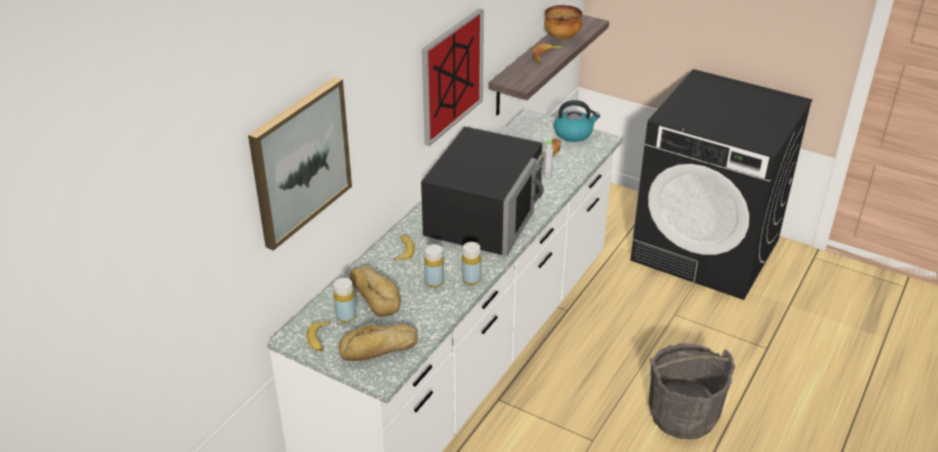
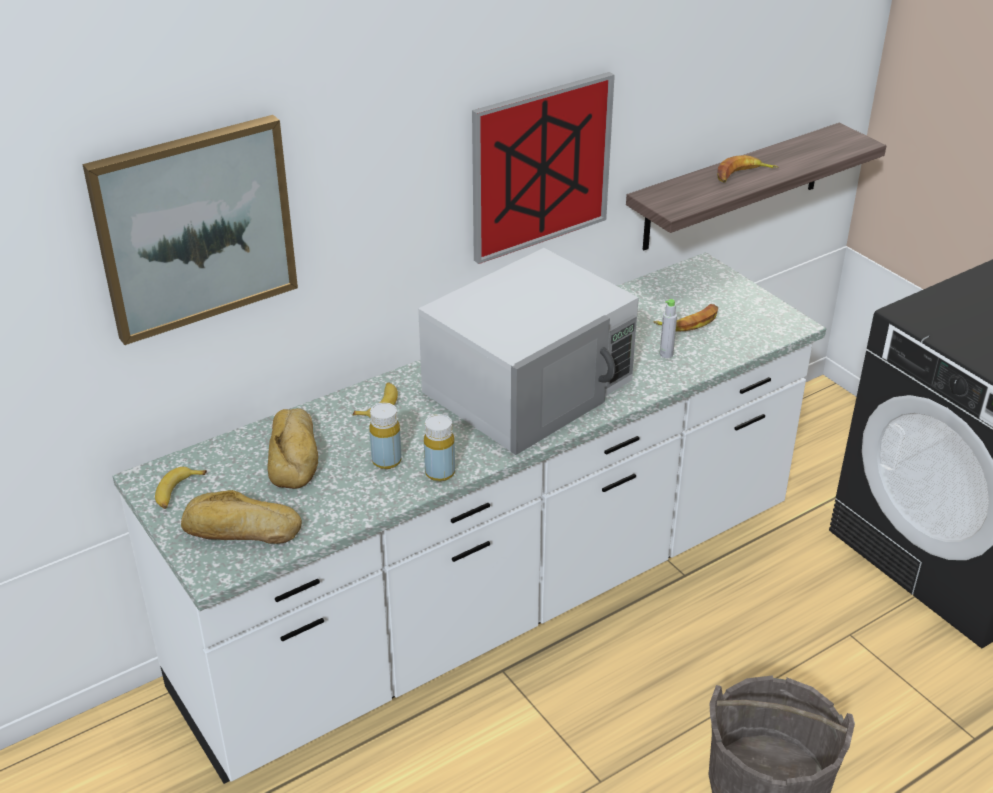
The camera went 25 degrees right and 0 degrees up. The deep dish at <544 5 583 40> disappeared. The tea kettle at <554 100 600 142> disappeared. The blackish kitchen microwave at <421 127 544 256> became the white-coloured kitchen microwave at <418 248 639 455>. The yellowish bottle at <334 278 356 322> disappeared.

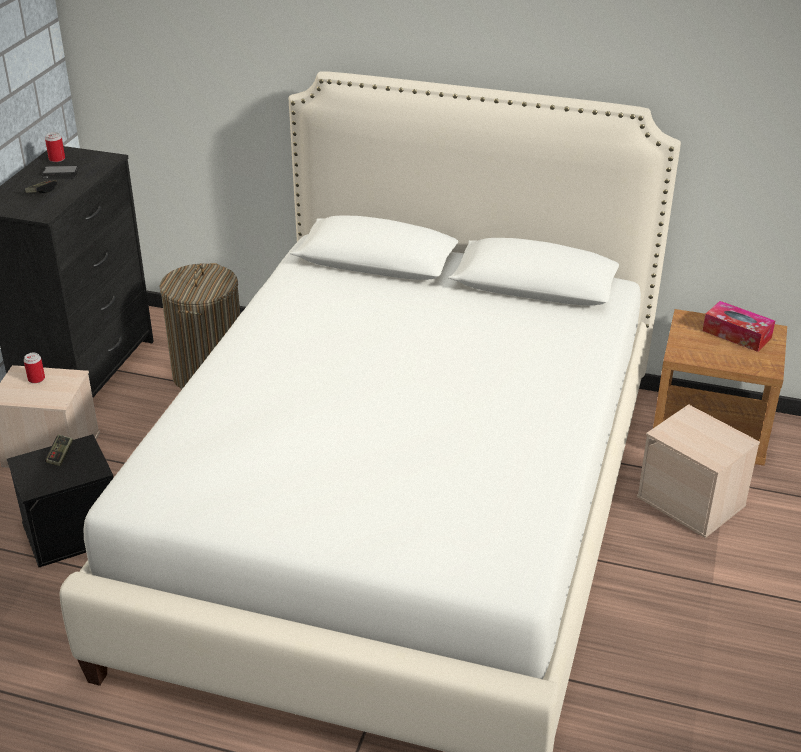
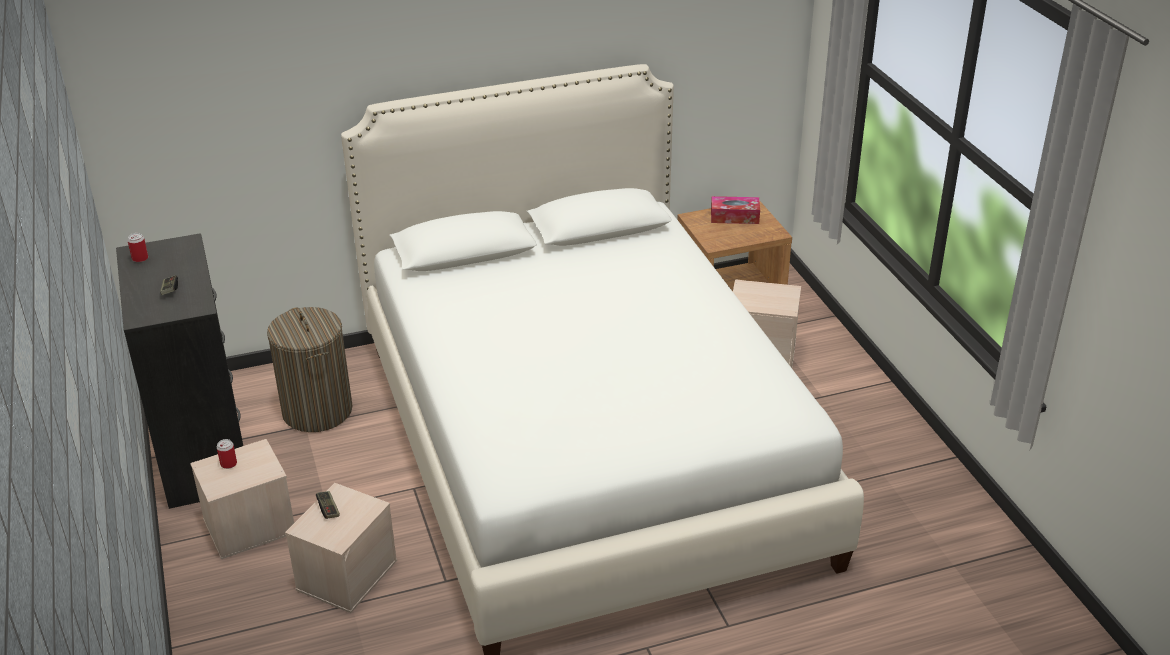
The camera went 35 degrees left and 0 degrees up. The telephone at <41 166 78 179> disappeared. The blackish storage bin at <7 434 113 567> became the beige storage bin at <285 483 397 613>.

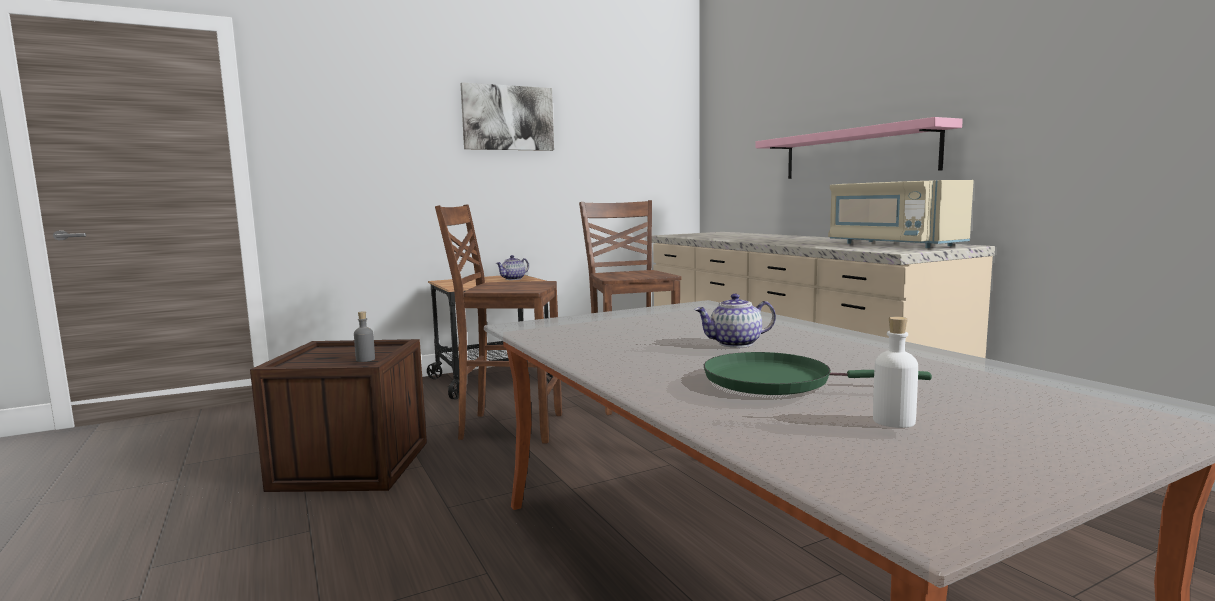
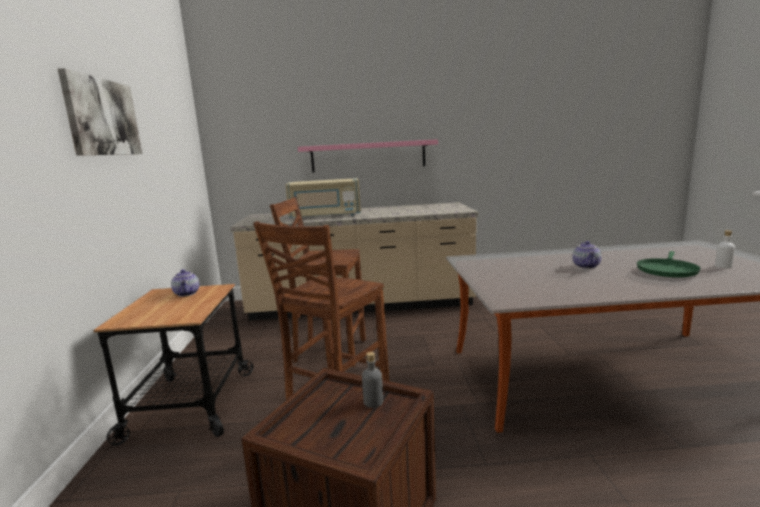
The camera went 65 degrees left and 5 degrees up. The beige kitchen microwave moved from <828 180 974 248> to <285 178 361 218>.

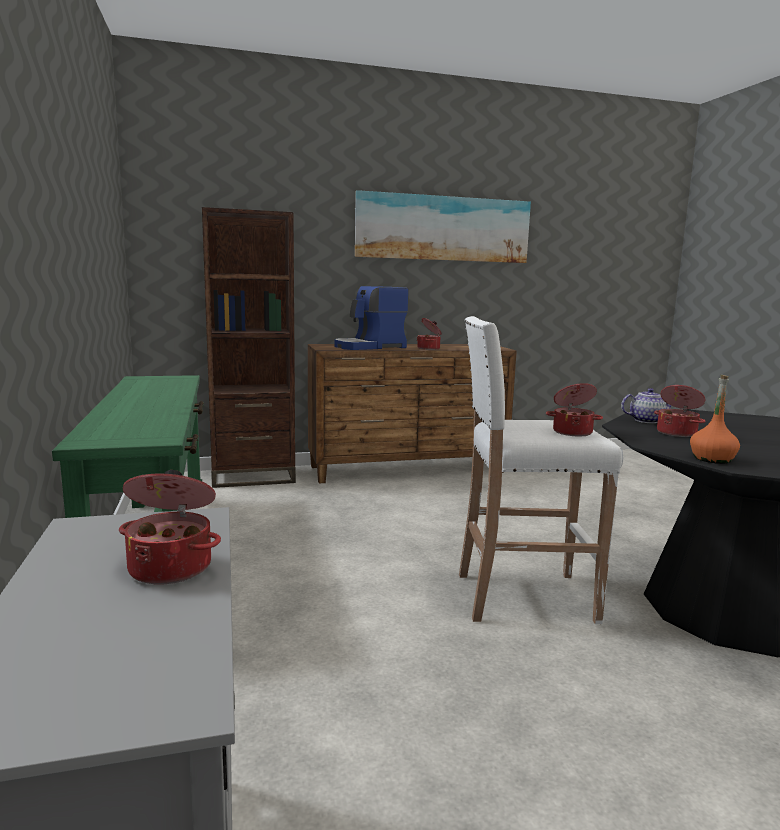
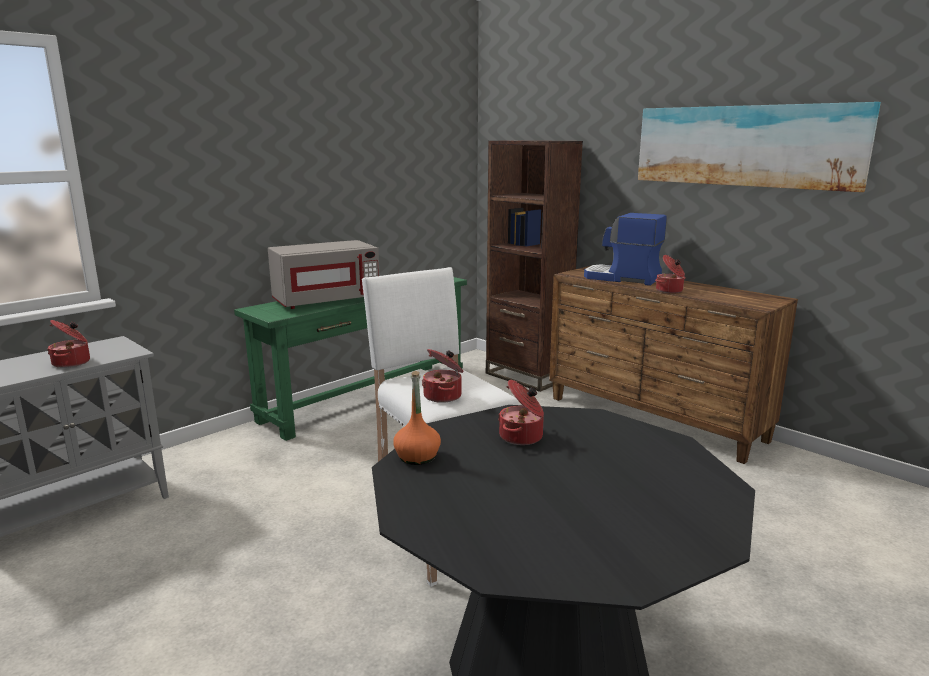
The camera went 60 degrees right and 5 degrees up. The teapot at <621 388 671 423> disappeared. The grey kitchen microwave at <268 240 379 309> appeared.

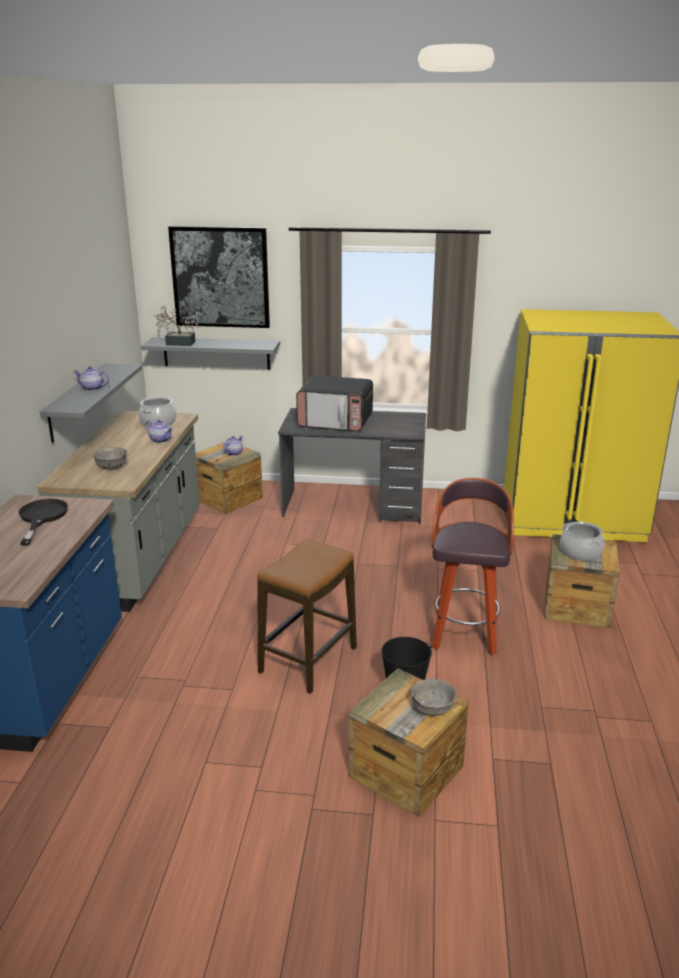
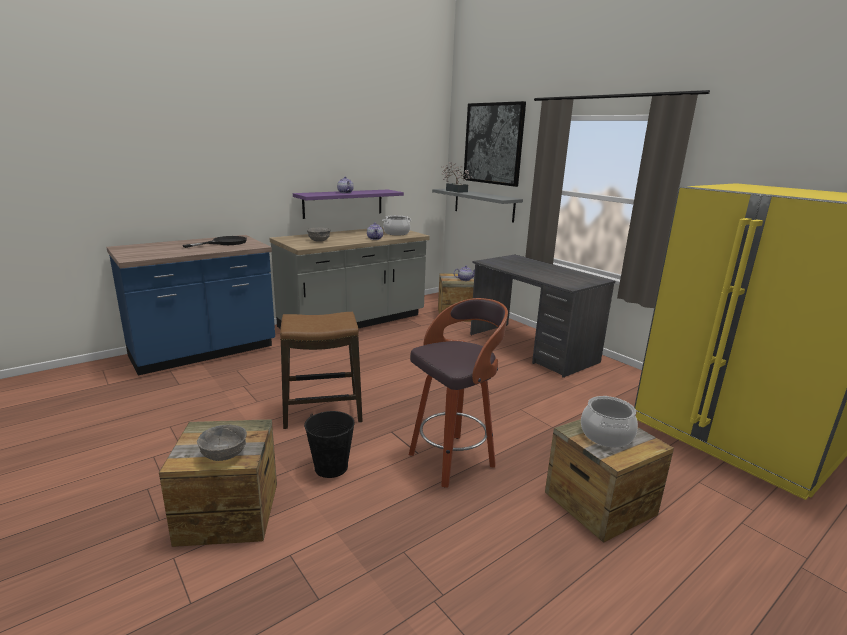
The camera went 45 degrees right and 5 degrees down. The grey shelf at <40 363 142 443> became the purple-coloured shelf at <293 190 404 219>. The kitchen microwave at <296 375 373 432> disappeared.

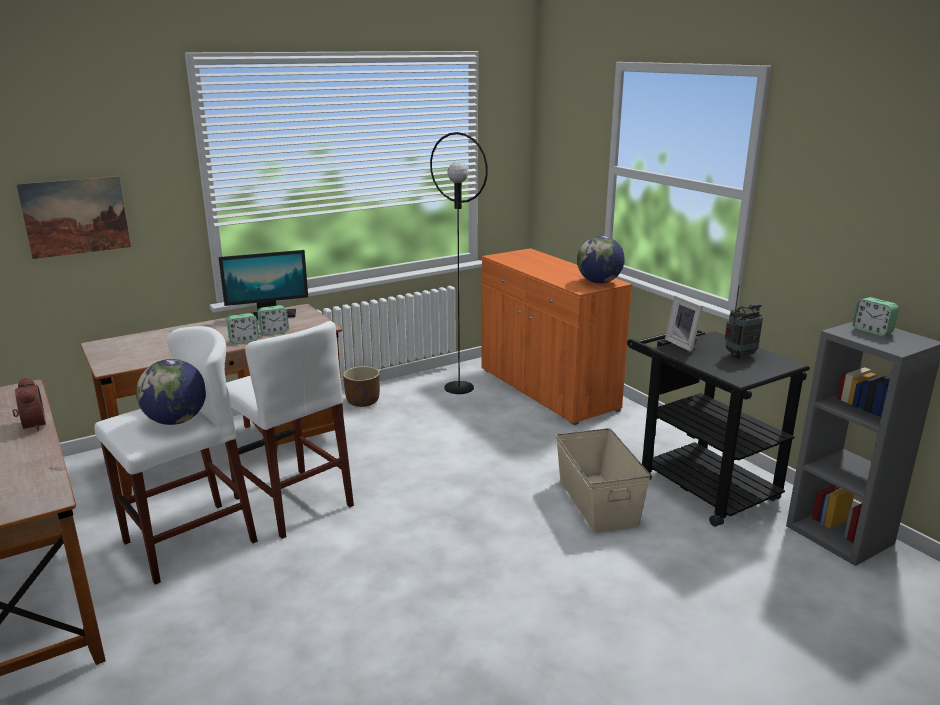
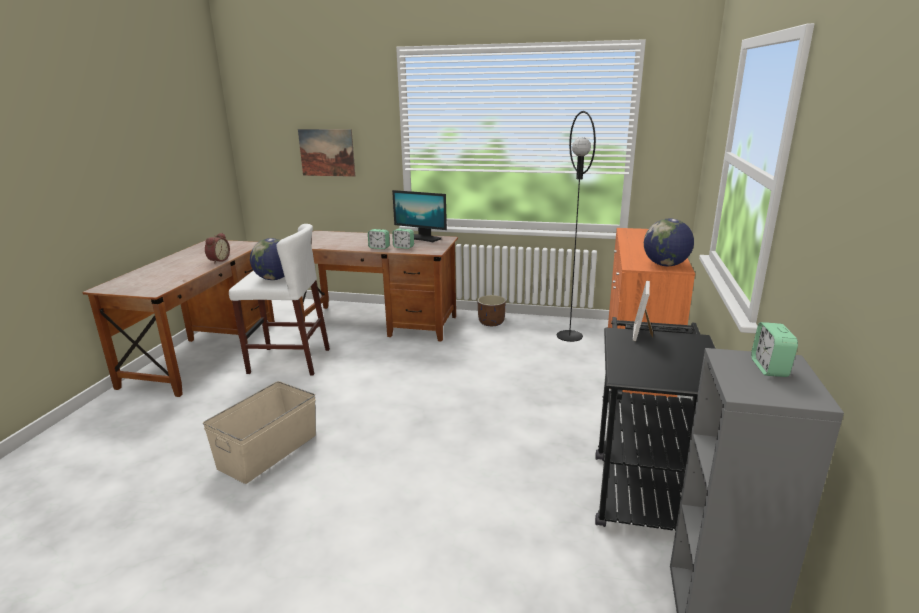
The camera went 45 degrees right and 0 degrees up. The radio at <725 285 763 359> disappeared. The white-coloured stool seat at <226 321 354 539> disappeared. The beige storage bin moved from <556 428 651 533> to <203 381 316 484>.

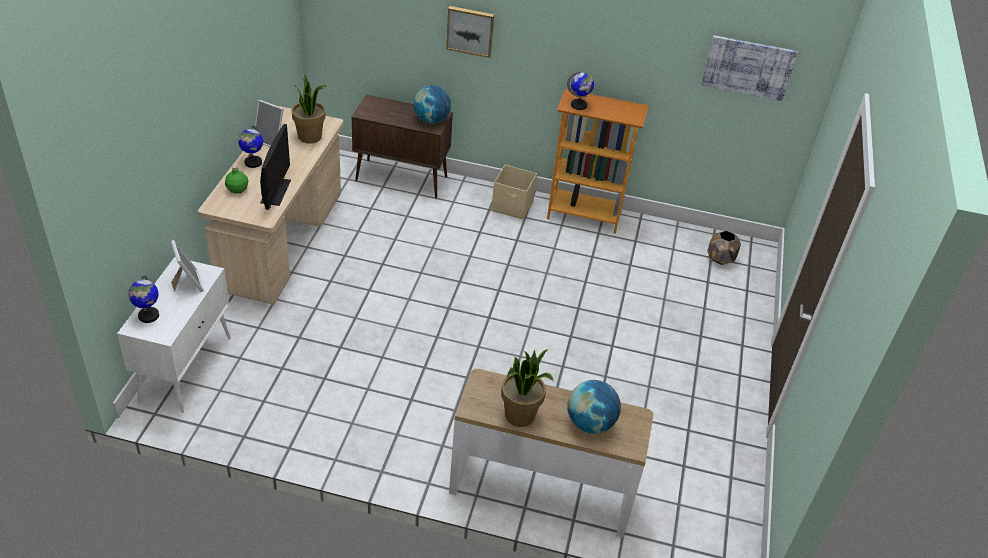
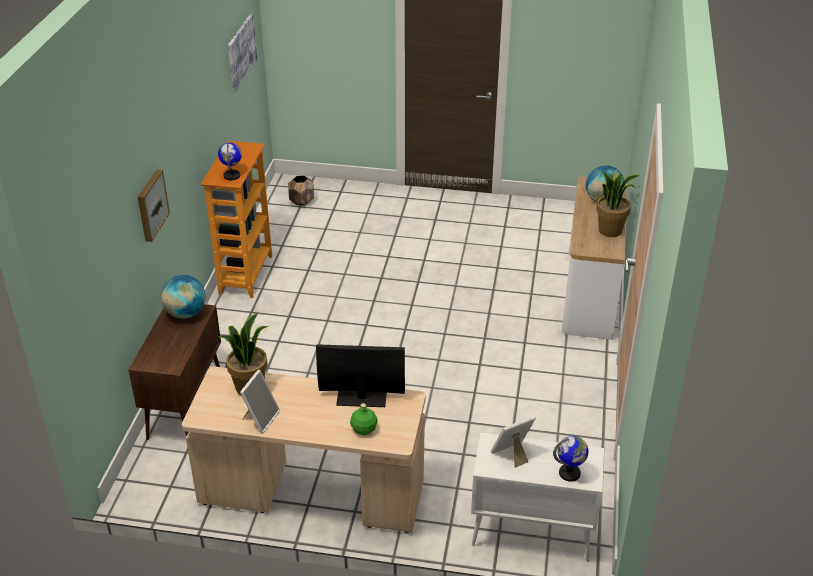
The camera went 90 degrees left and 5 degrees down. The desk globe at <238 125 263 168> disappeared. The beige storage bin at <491 165 537 220> disappeared.

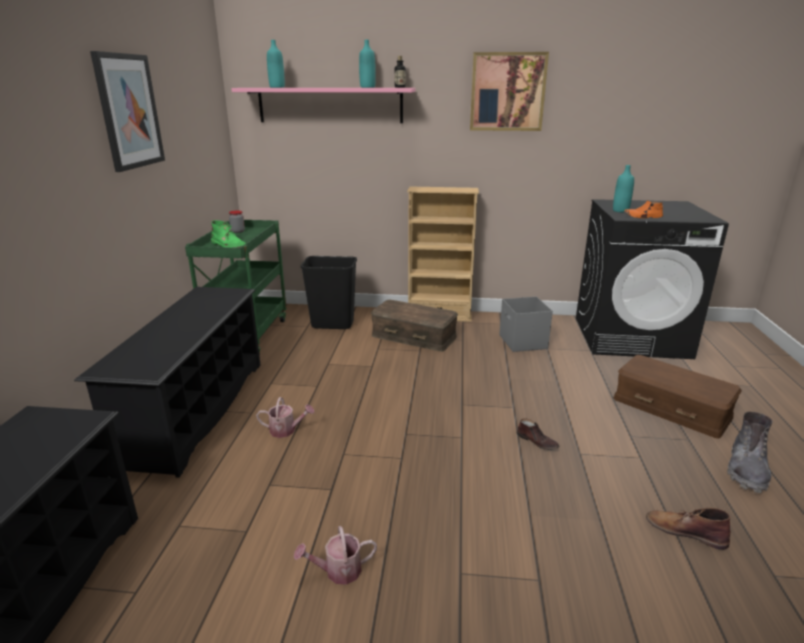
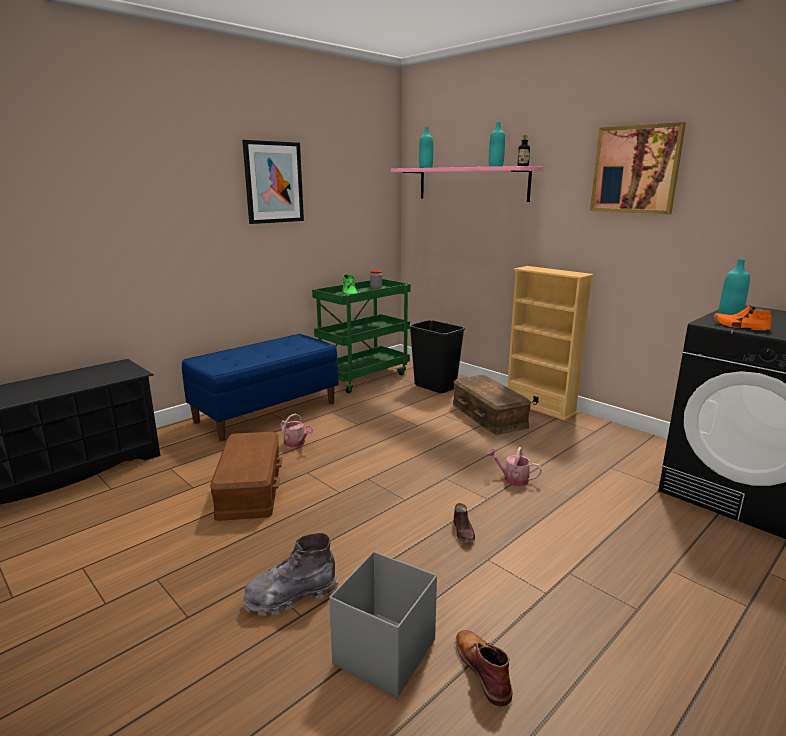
The camera went 40 degrees right and 5 degrees down. The blackish shoe rack at <74 287 260 478> was replaced by the blue-coloured long seat at <182 334 339 441>. The grey storage bin moved from <499 296 553 352> to <329 551 437 697>. The brown-coloured storage bin moved from <614 355 742 439> to <210 432 282 521>. The grey tall boot moved from <727 412 773 493> to <244 533 338 616>. The watering pot moved from <294 526 377 585> to <486 447 542 486>.

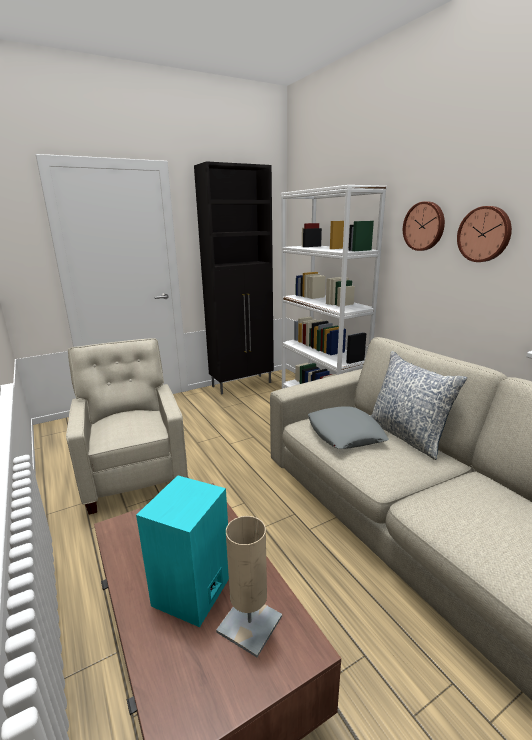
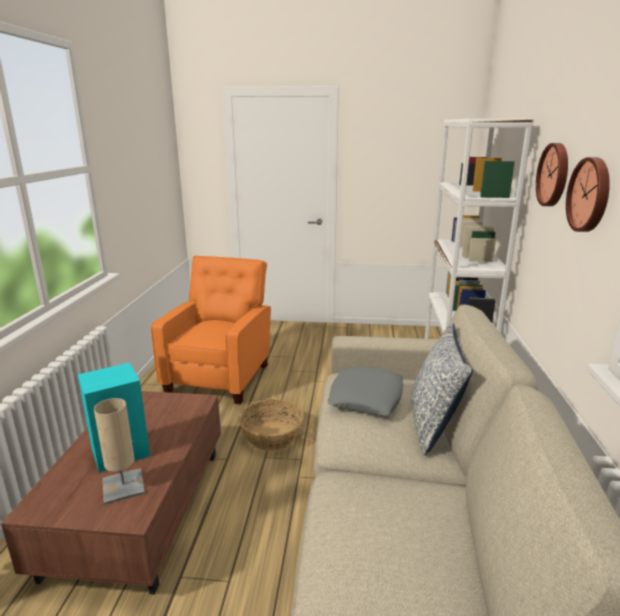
The camera went 35 degrees right and 0 degrees up. The blackish cabinet at <194 161 274 395> disappeared. The beige easy chair at <66 338 188 515> became the orangey easy chair at <151 256 271 404>. The household basket at <239 399 304 451> appeared.

